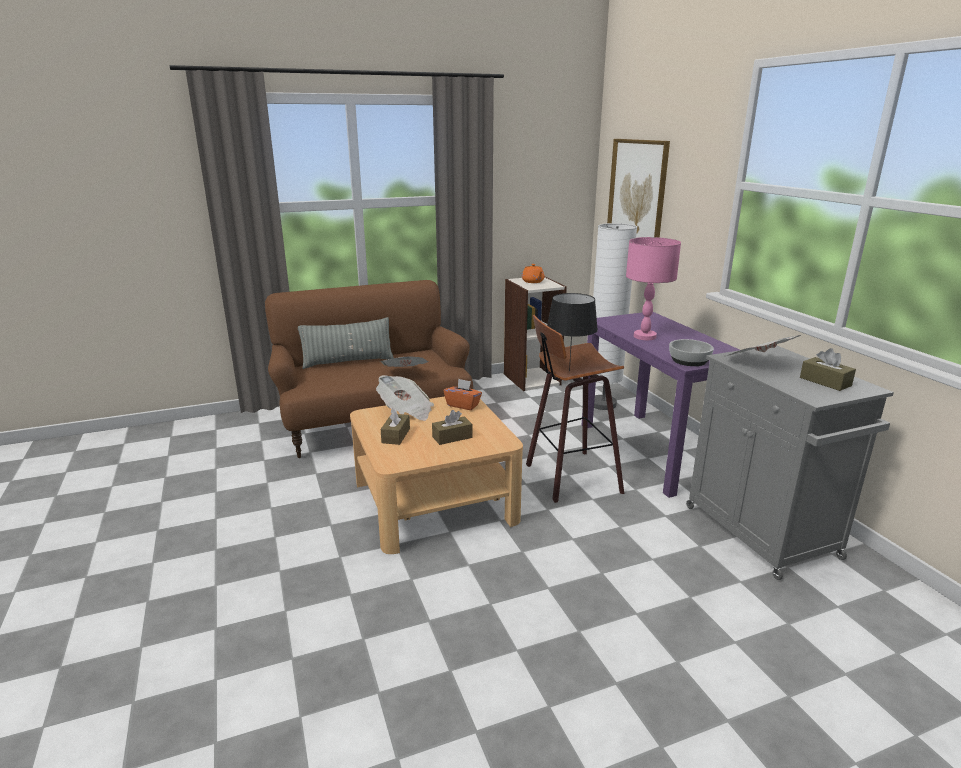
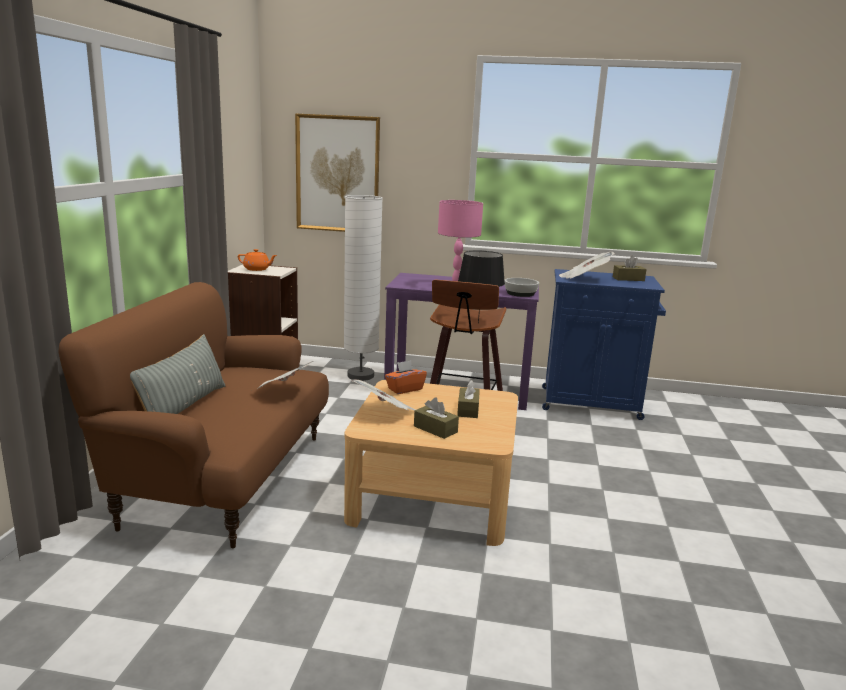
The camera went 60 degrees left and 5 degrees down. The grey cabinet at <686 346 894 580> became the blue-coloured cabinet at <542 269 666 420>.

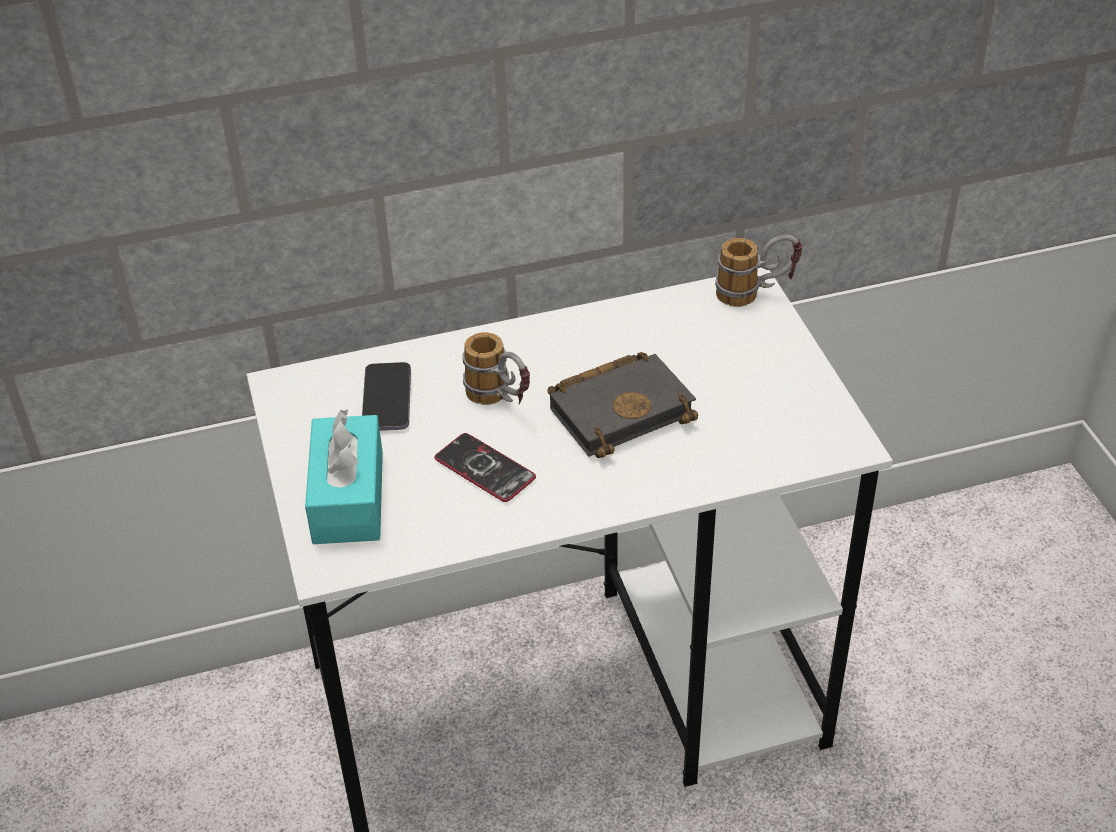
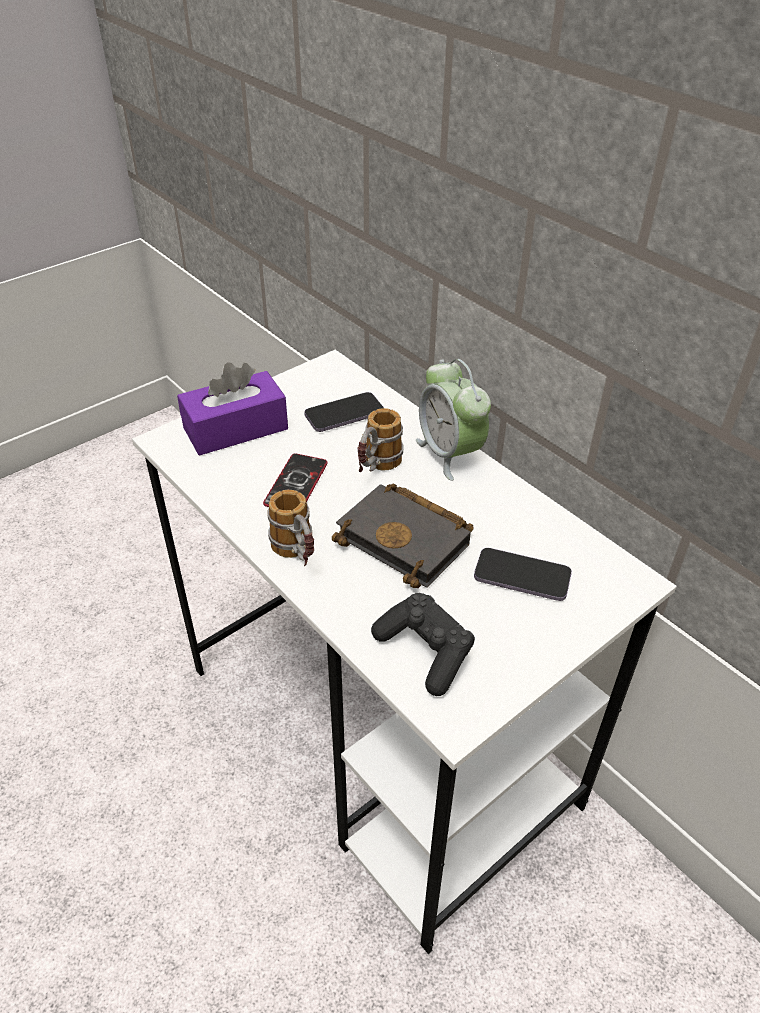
The camera went 65 degrees right and 0 degrees up. The coffee mug moved from <715 234 802 307> to <267 490 314 566>. The blue-green tissue holder at <305 409 383 544> became the purple-coloured tissue holder at <177 362 288 456>. The bedside clock at <416 359 491 481> appeared. The telephone at <474 548 572 601> appeared. The blackish gamepad at <371 593 475 696> appeared.

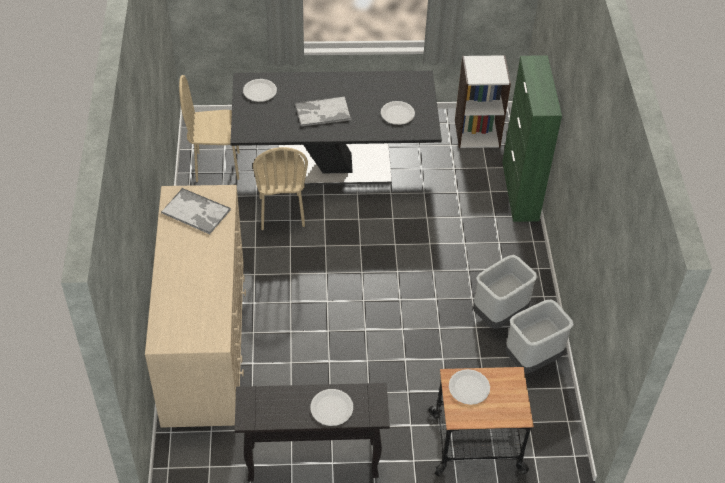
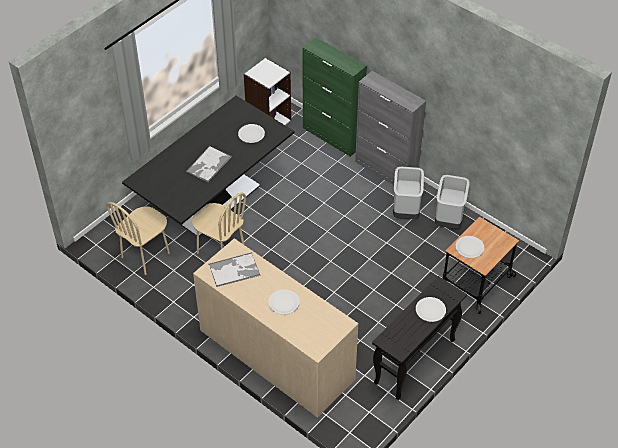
The camera went 45 degrees left and 0 degrees up. The white-coloured dinner plate moved from <243 79 277 102> to <268 289 300 315>. The grey cabinet at <355 71 426 185> appeared.

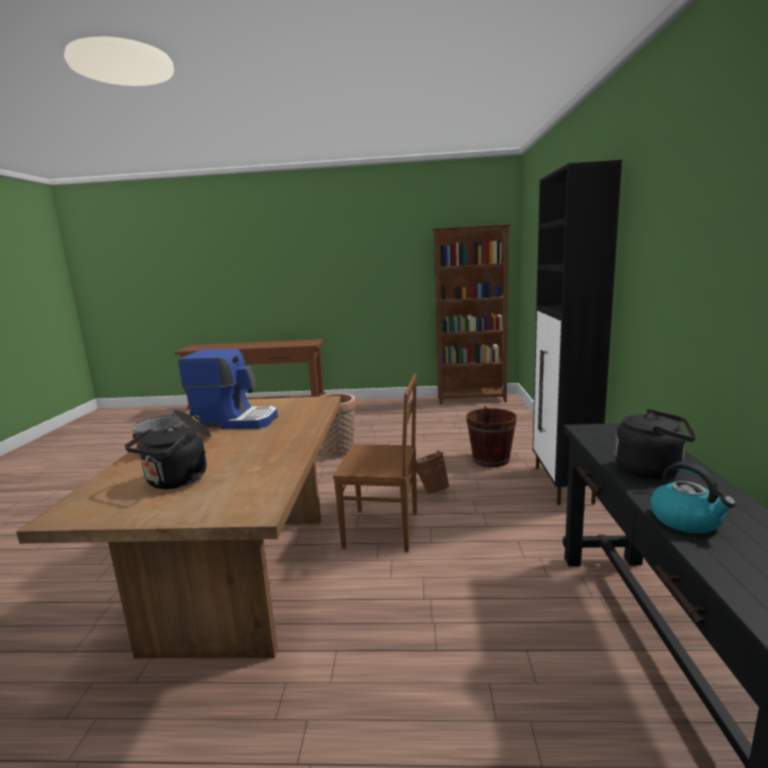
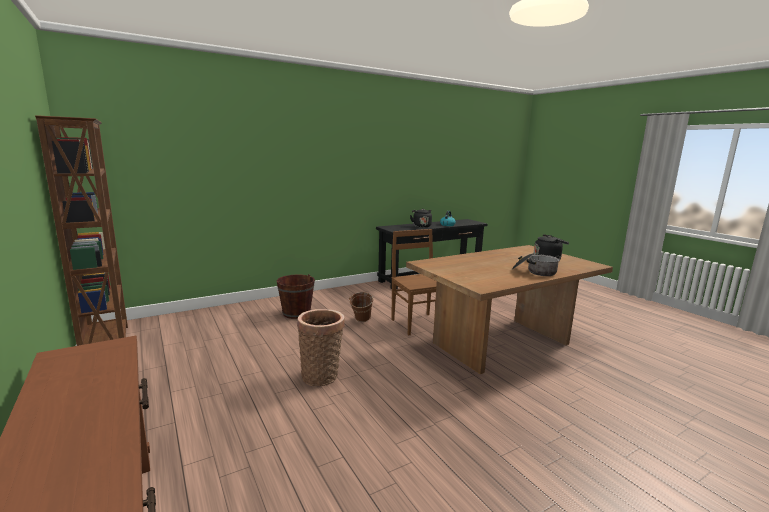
The camera went 125 degrees left and 0 degrees up. The blackish cabinet at <533 160 622 505> disappeared. The coffee machine at <178 349 278 429> disappeared.

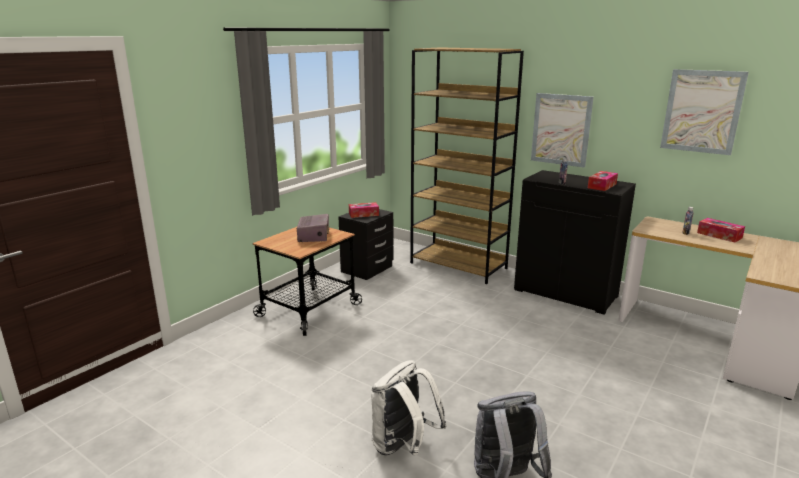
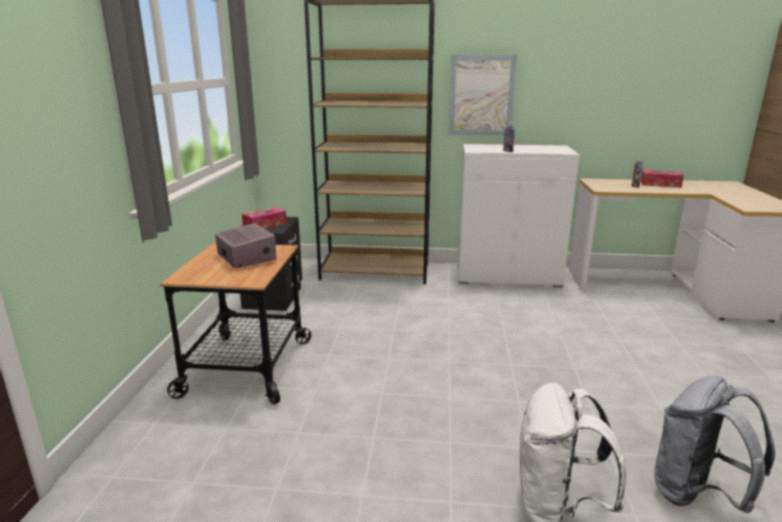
The camera went 30 degrees left and 0 degrees up. The wall picture at <660 69 749 155> disappeared. The blackish cabinet at <514 170 636 315> became the white-coloured cabinet at <458 144 579 288>. The tissue holder at <588 171 618 191> disappeared.

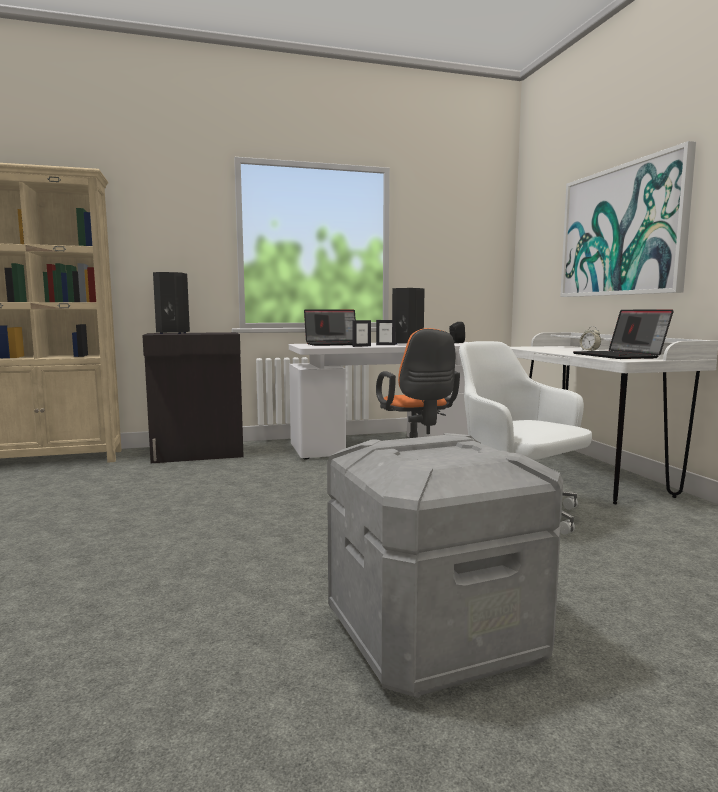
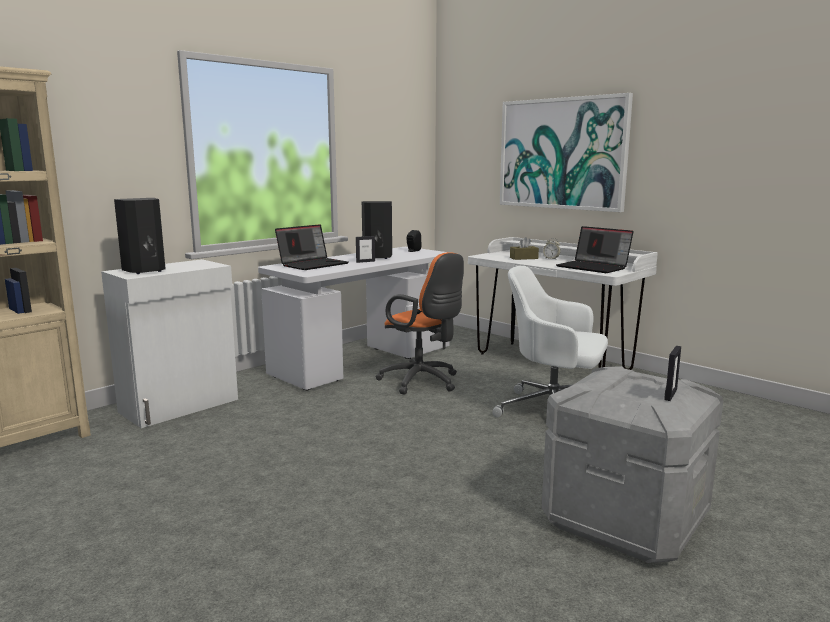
The camera went 30 degrees left and 5 degrees up. The photo frame moved from <352 320 371 347> to <664 346 681 401>. The blackish cabinet at <142 332 244 463> became the white-coloured cabinet at <101 259 238 428>. The brown-coloured tissue holder at <510 237 539 260> appeared.

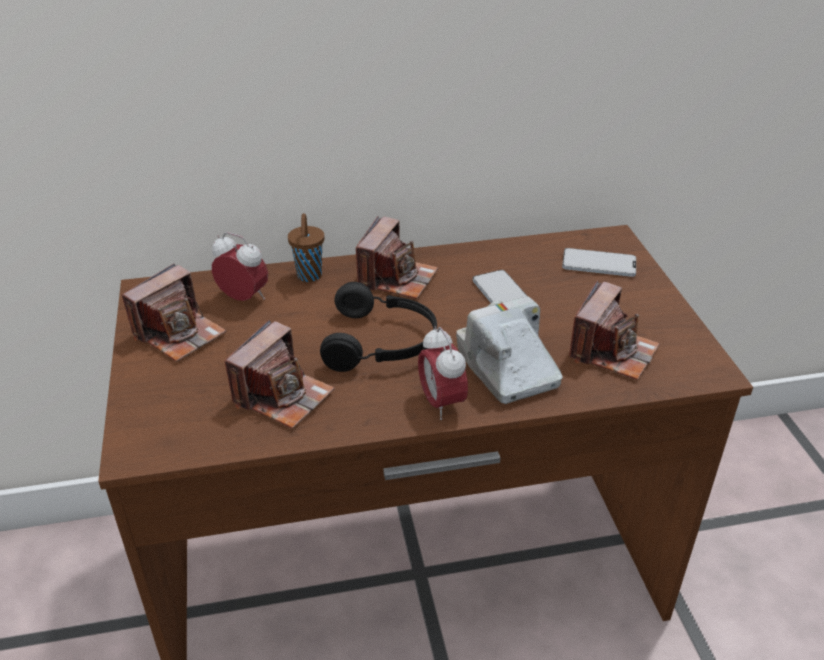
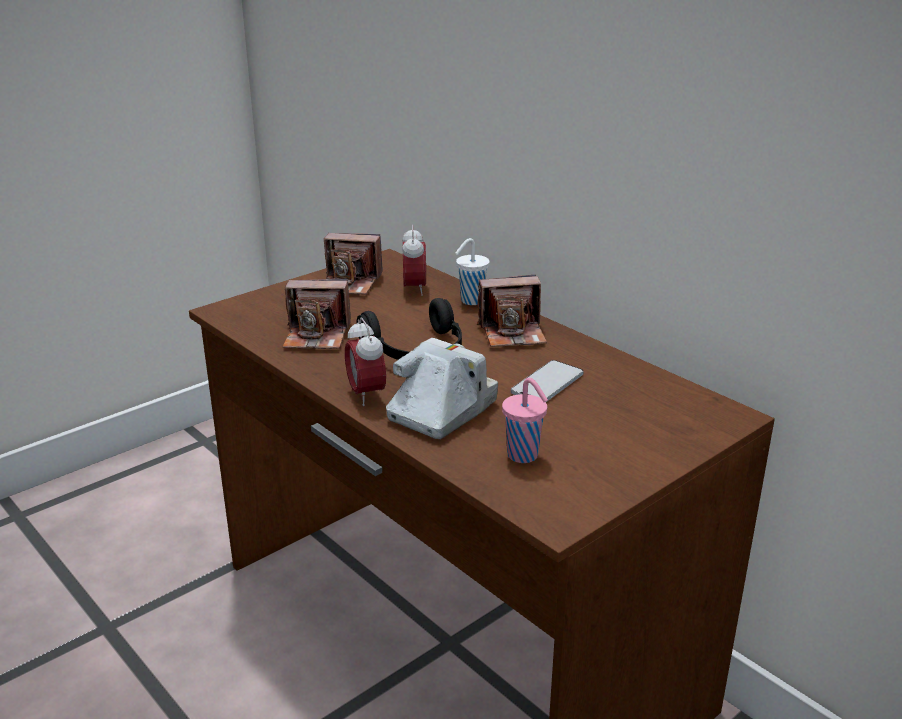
The camera went 60 degrees right and 10 degrees down. The brown-coloured small cup at <288 213 324 282> became the white-coloured small cup at <456 238 490 305>. The telephone at <562 248 636 277> disappeared. The photo camera at <569 280 660 380> was replaced by the pink small cup at <502 378 548 463>. The bedside clock at <418 326 468 420> turned 60 degrees counterclockwise.

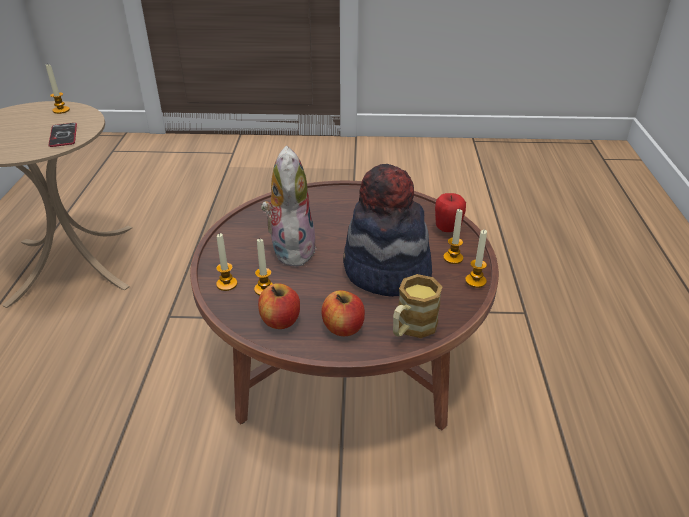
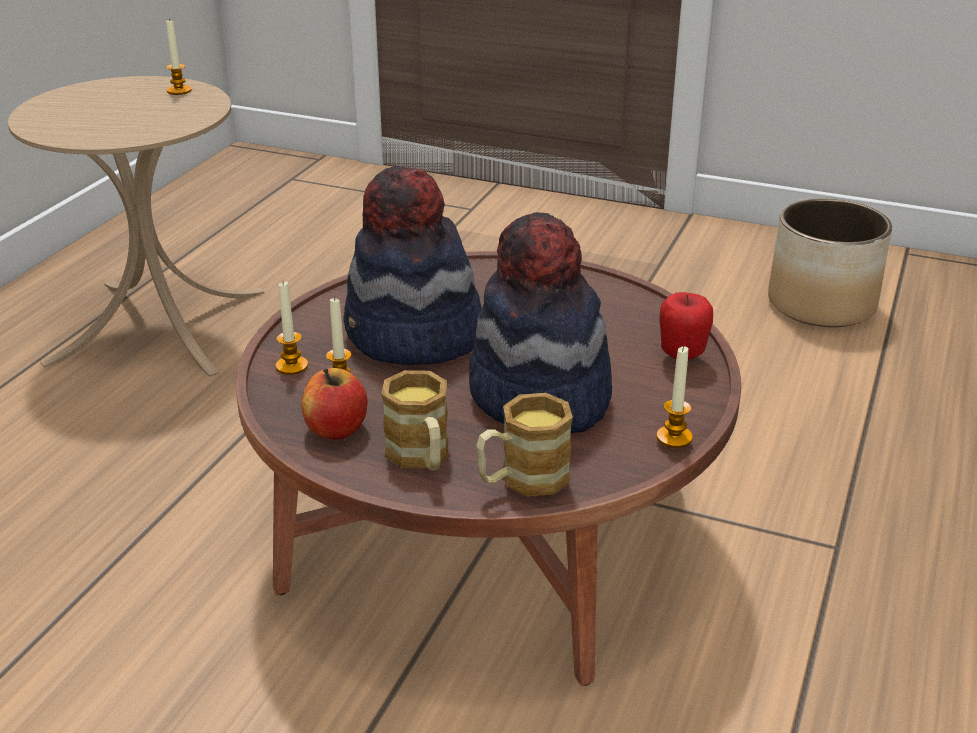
The camera went 20 degrees right and 5 degrees down. The telephone at <49 123 77 147> disappeared. The soft toy at <261 146 316 267> was replaced by the hat at <343 166 482 365>. The candle at <443 209 463 264> disappeared. The apple fruit at <321 290 365 336> was replaced by the coffee mug at <382 370 448 471>. The flower pot at <768 198 892 327> appeared.

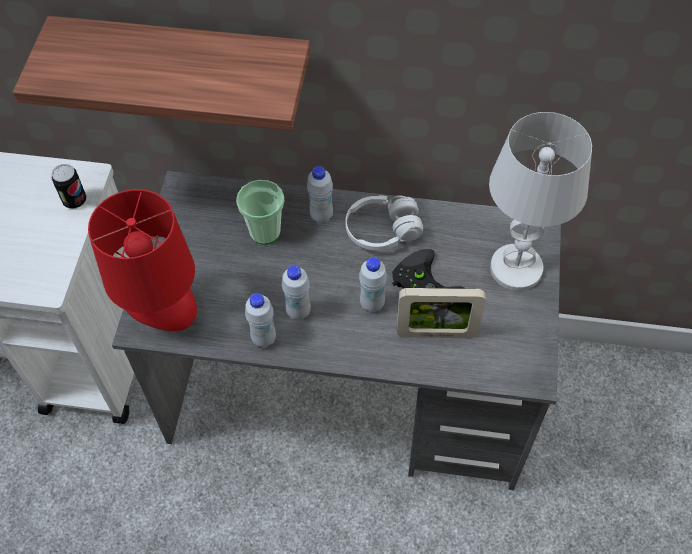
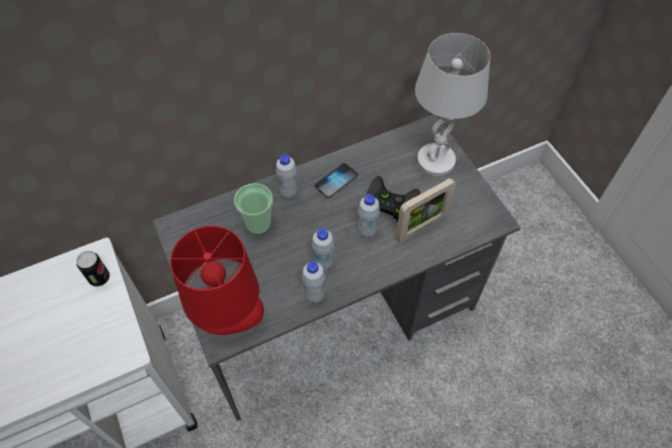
The camera went 35 degrees left and 0 degrees up. The shelf at <13 16 310 131> disappeared. The white-coloured headset at <345 195 423 251> was replaced by the telephone at <314 163 358 198>.

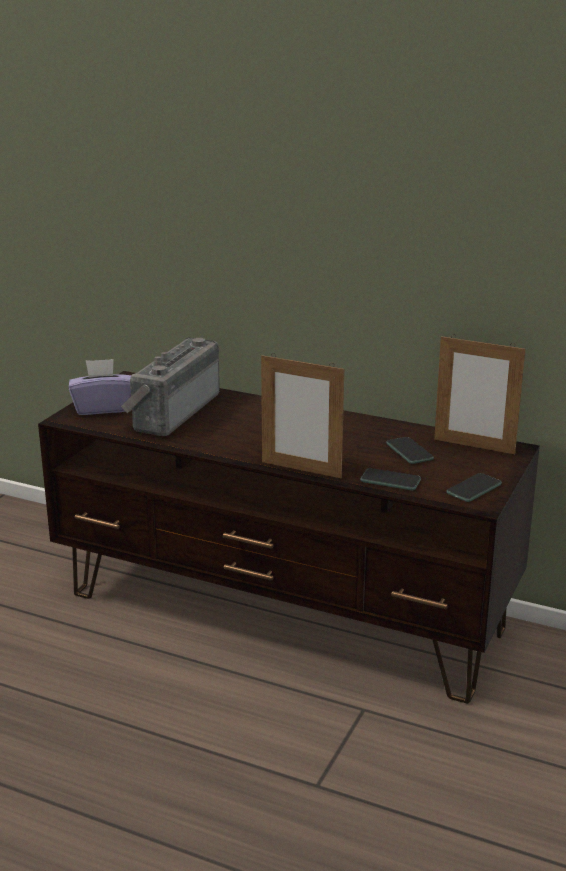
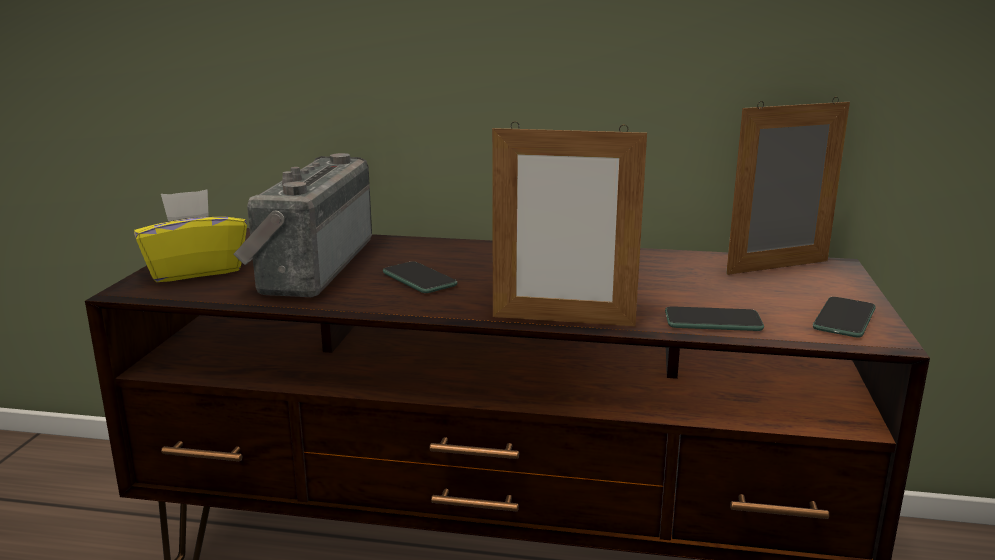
The camera went 15 degrees left and 5 degrees down. The photo frame at <434 334 525 454> turned 150 degrees clockwise. The purple-coloured tissue holder at <69 359 131 415> became the yellowish tissue holder at <134 189 247 282>. The telephone moved from <386 437 434 464> to <383 261 457 293>.

